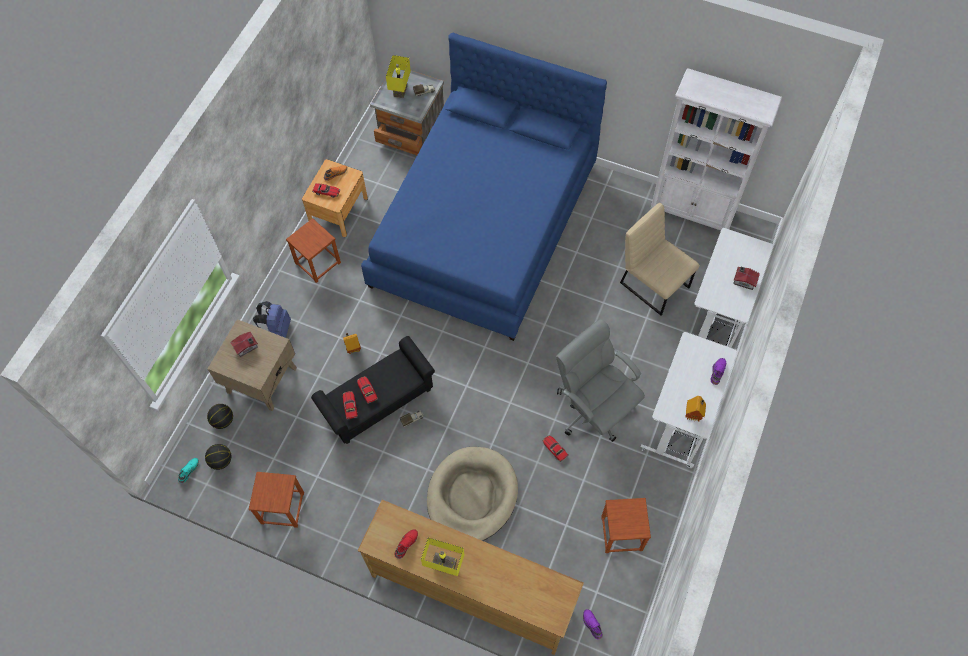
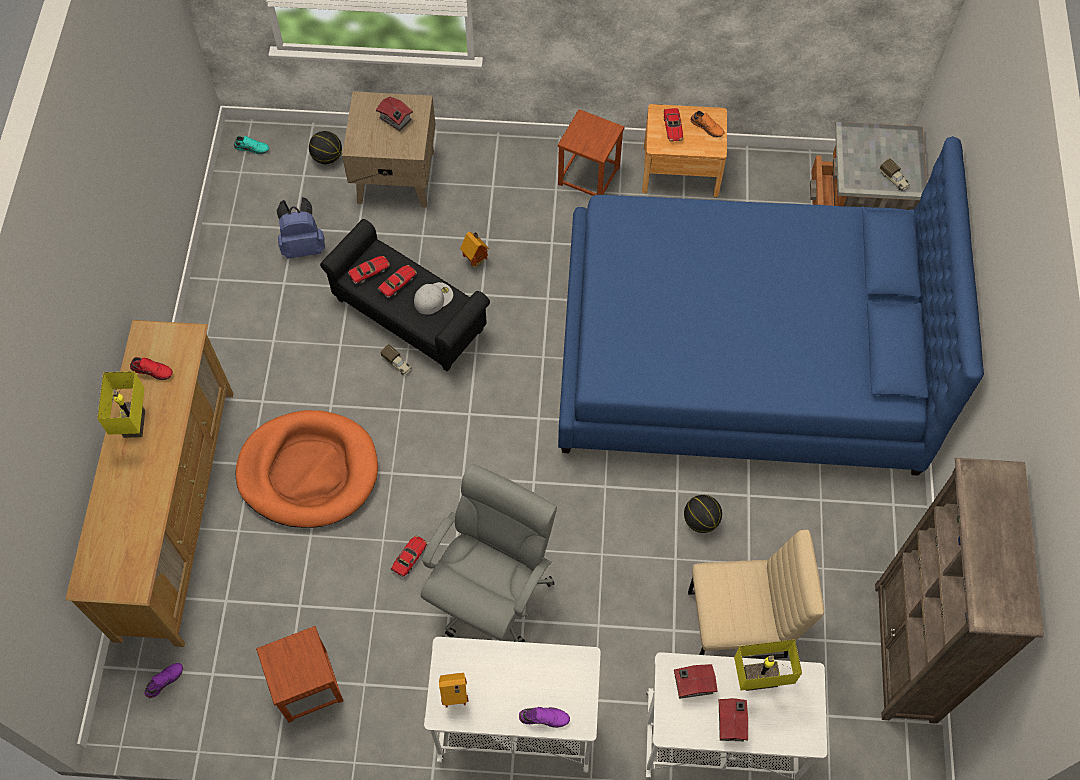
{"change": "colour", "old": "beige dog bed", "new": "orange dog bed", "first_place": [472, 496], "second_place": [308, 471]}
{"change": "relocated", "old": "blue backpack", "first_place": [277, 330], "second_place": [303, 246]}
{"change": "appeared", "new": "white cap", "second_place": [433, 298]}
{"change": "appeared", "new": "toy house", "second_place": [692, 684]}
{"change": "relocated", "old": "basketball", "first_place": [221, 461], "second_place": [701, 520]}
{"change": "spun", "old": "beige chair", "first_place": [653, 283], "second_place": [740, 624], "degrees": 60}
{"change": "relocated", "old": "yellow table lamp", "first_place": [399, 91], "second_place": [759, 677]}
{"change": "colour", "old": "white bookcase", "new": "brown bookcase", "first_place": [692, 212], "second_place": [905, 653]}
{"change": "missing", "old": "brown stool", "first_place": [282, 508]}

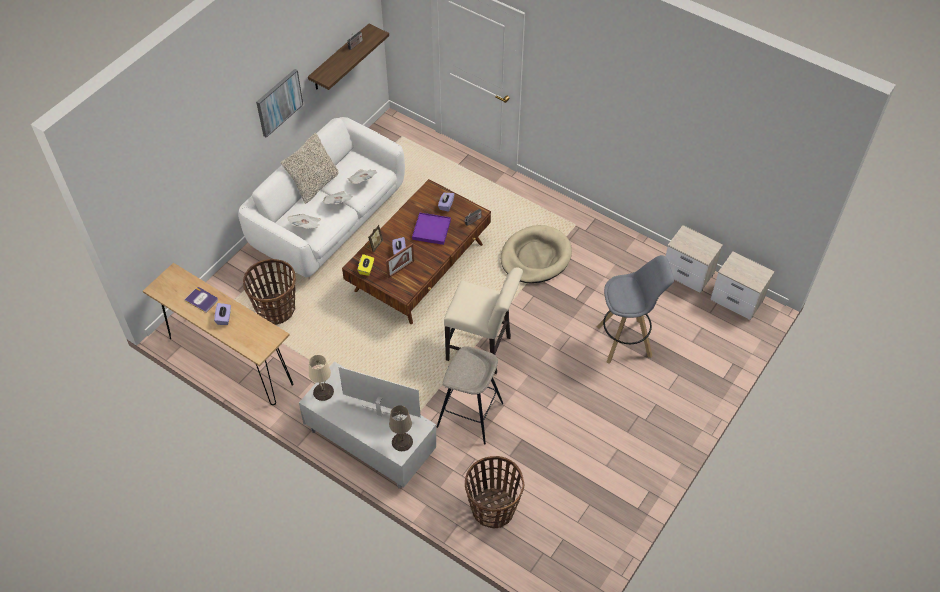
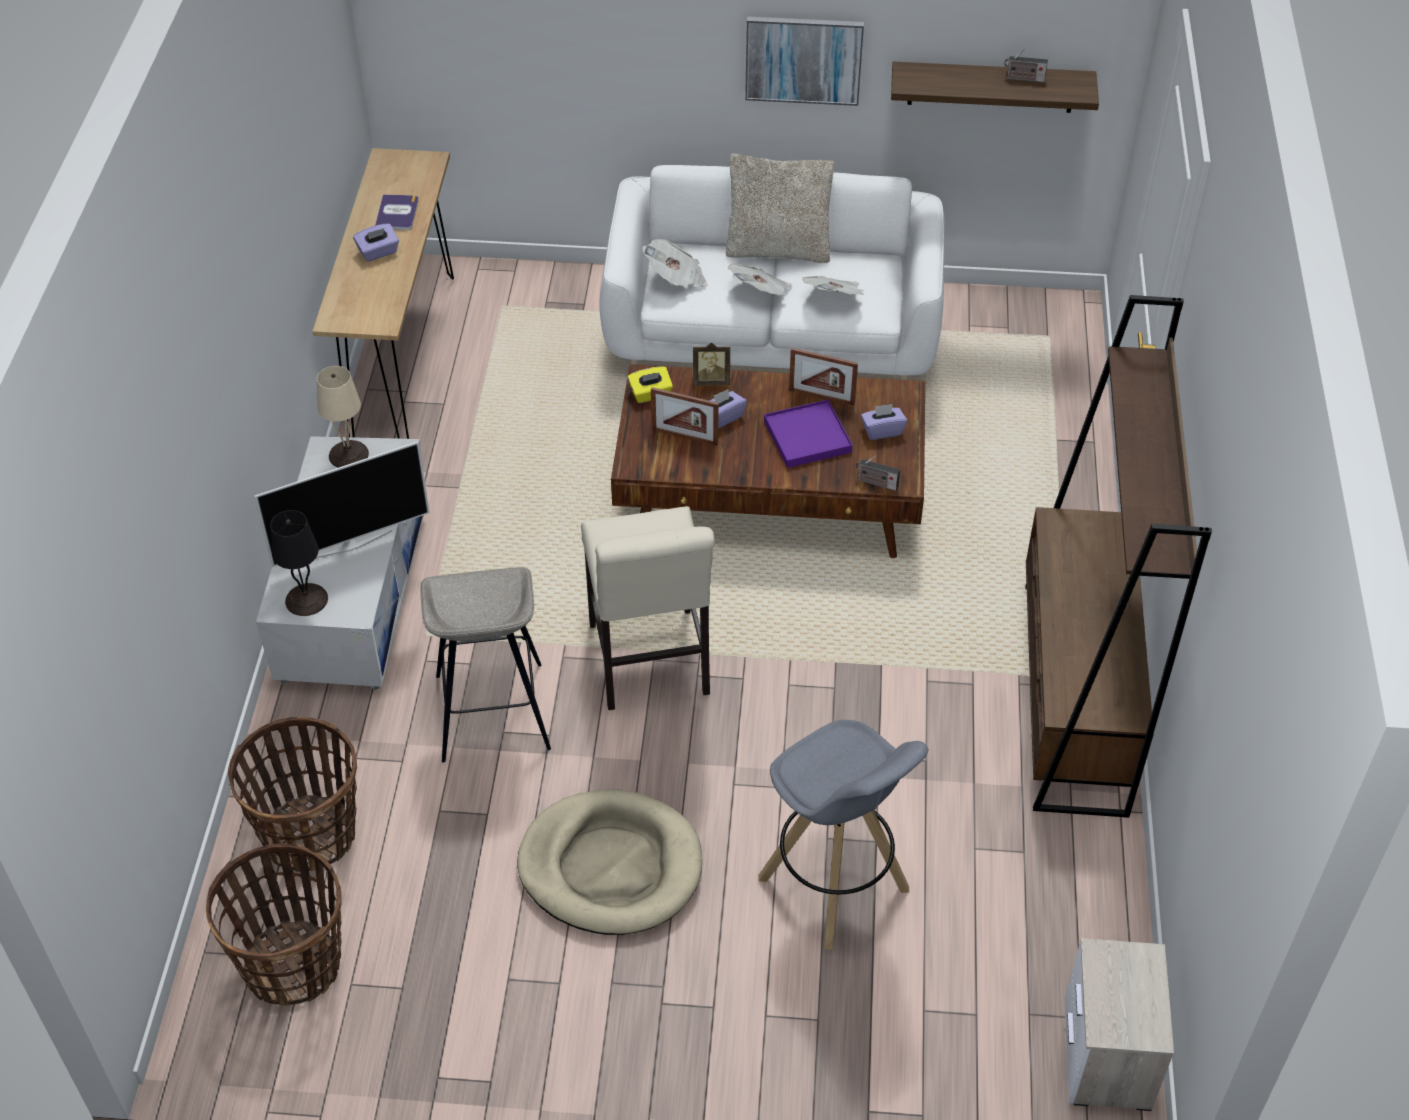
{"change": "relocated", "old": "basket", "first_place": [276, 309], "second_place": [293, 965]}
{"change": "spun", "old": "television", "first_place": [380, 412], "second_place": [351, 544], "degrees": 75}
{"change": "colour", "old": "beige table lamp", "new": "black table lamp", "first_place": [401, 442], "second_place": [306, 599]}
{"change": "relocated", "old": "beige dog bed", "first_place": [535, 257], "second_place": [611, 866]}
{"change": "appeared", "new": "picture frame", "second_place": [821, 397]}
{"change": "appeared", "new": "brown bookcase", "second_place": [1074, 697]}
{"change": "missing", "old": "nightstand", "first_place": [688, 274]}

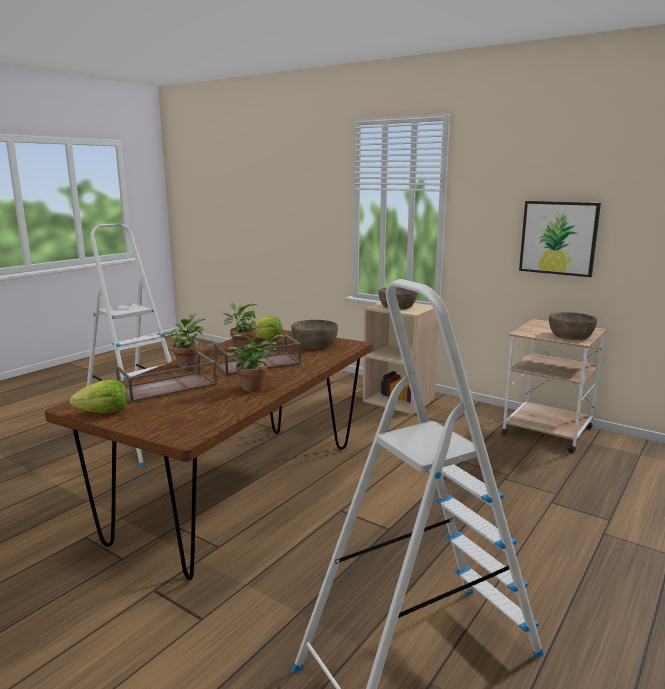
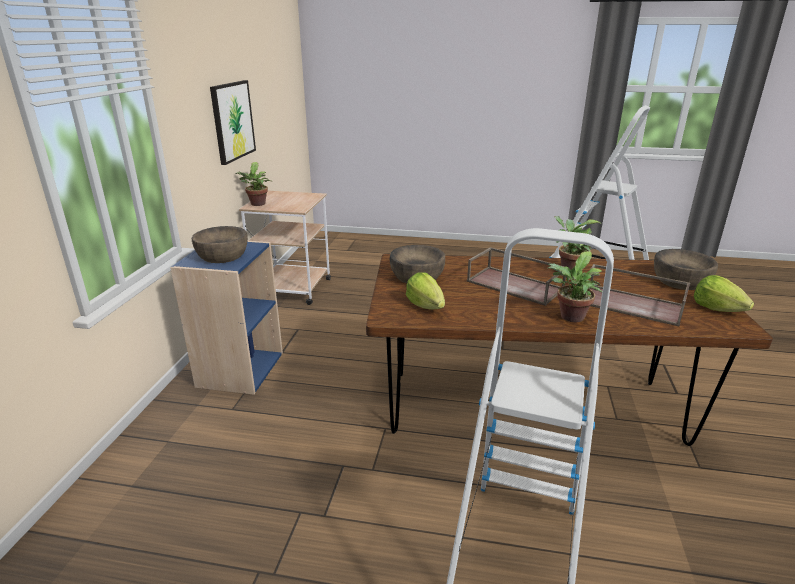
{"change": "colour", "old": "beige bookcase", "new": "blue bookcase", "first_place": [399, 400], "second_place": [240, 368]}
{"change": "relocated", "old": "potted plant", "first_place": [242, 348], "second_place": [257, 204]}
{"change": "relocated", "old": "brown bowl", "first_place": [570, 335], "second_place": [680, 281]}

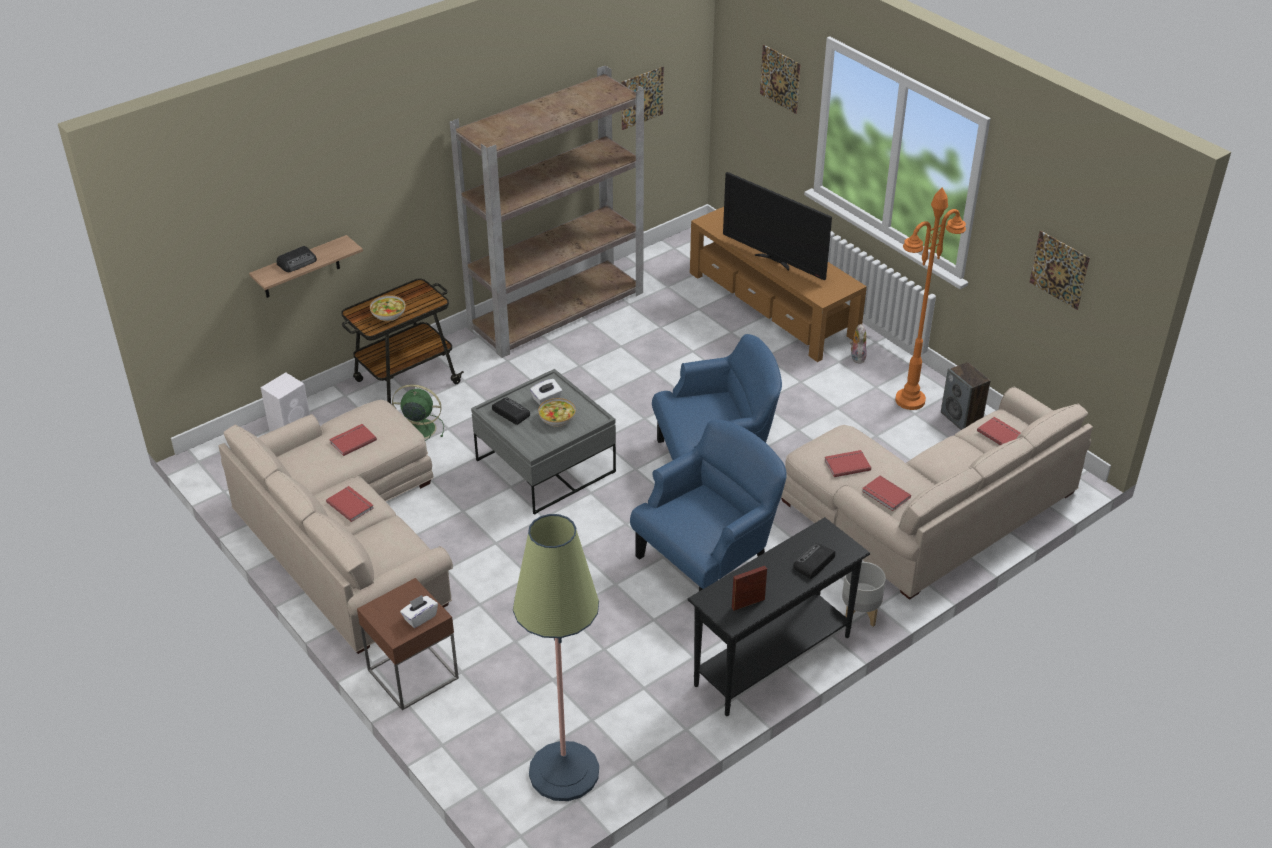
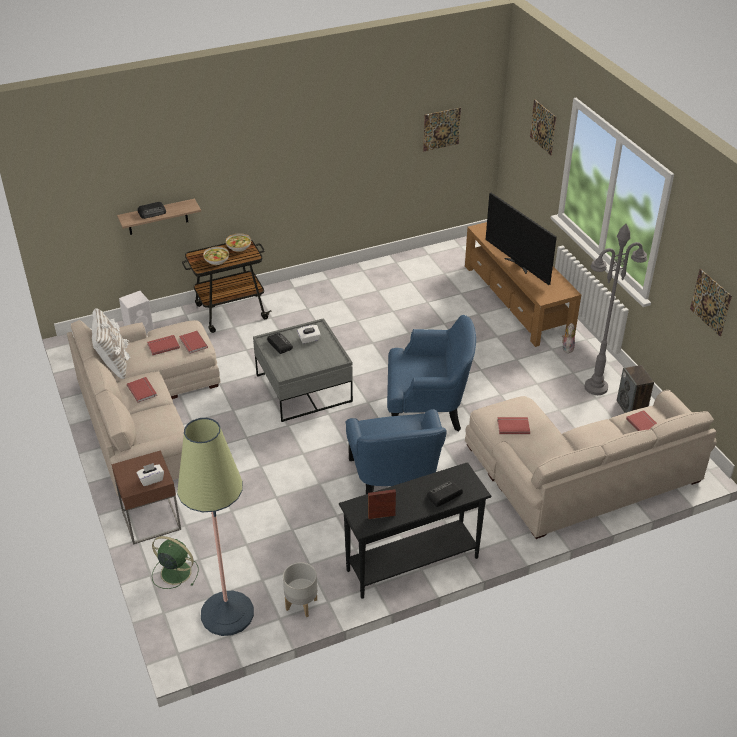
{"change": "appeared", "new": "white pillow", "second_place": [115, 363]}
{"change": "relocated", "old": "green fan", "first_place": [418, 429], "second_place": [174, 572]}
{"change": "relocated", "old": "red book", "first_place": [885, 495], "second_place": [192, 343]}
{"change": "relocated", "old": "bowl", "first_place": [557, 418], "second_place": [238, 247]}
{"change": "relocated", "old": "grey planter", "first_place": [860, 615], "second_place": [301, 604]}
{"change": "spun", "old": "blue armchair", "first_place": [708, 562], "second_place": [393, 480], "degrees": 105}
{"change": "colour", "old": "orange floor lamp", "new": "grey floor lamp", "first_place": [910, 400], "second_place": [595, 387]}
{"change": "missing", "old": "brown bookcase", "first_place": [557, 310]}

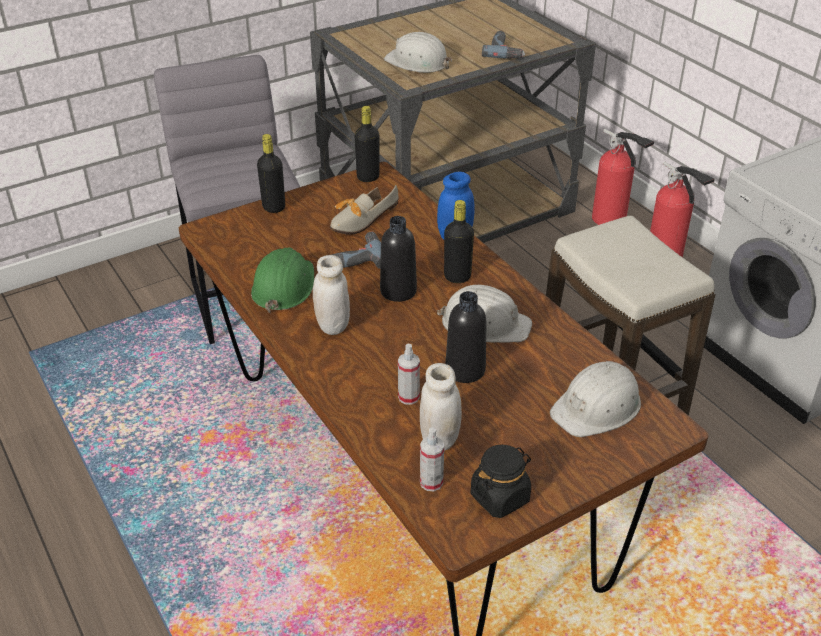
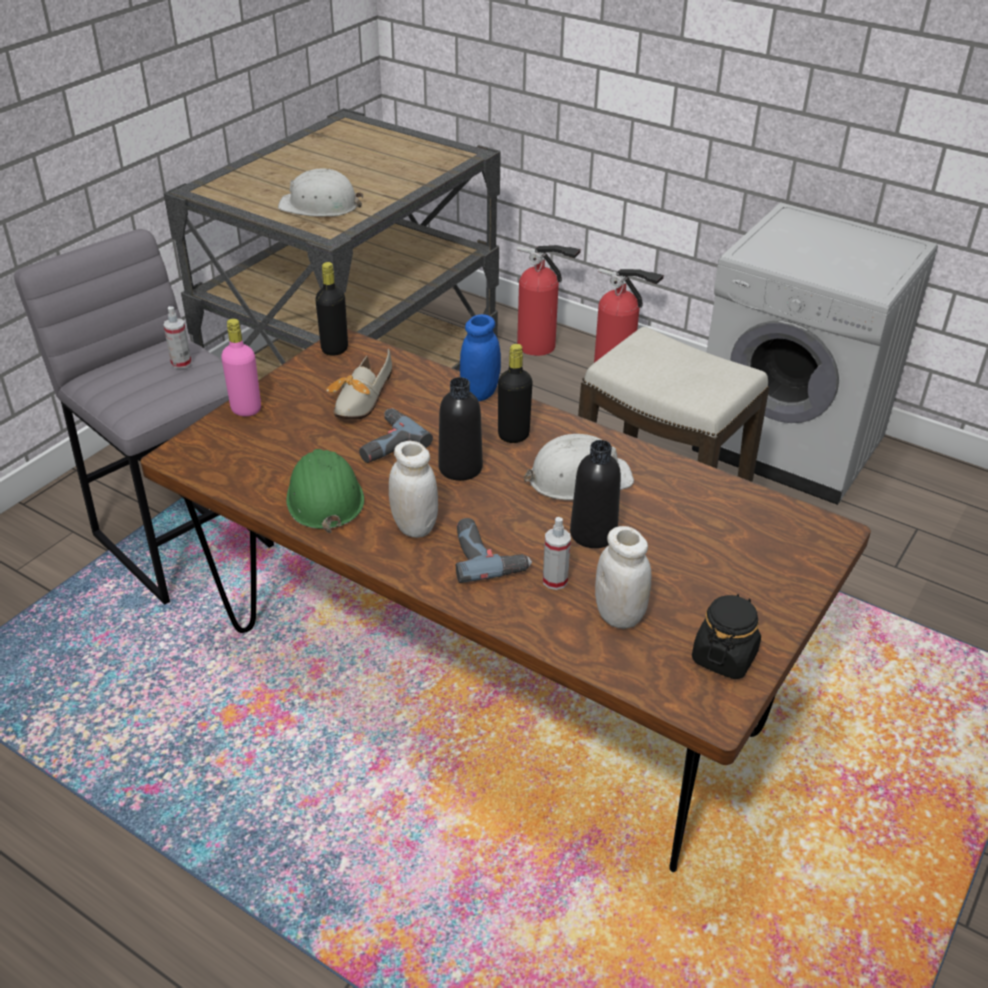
{"change": "relocated", "old": "spray bottle", "first_place": [431, 482], "second_place": [181, 363]}
{"change": "colour", "old": "black bottle", "new": "pink bottle", "first_place": [274, 207], "second_place": [246, 409]}
{"change": "relocated", "old": "power drill", "first_place": [505, 51], "second_place": [488, 555]}
{"change": "missing", "old": "white hard hat", "first_place": [597, 407]}

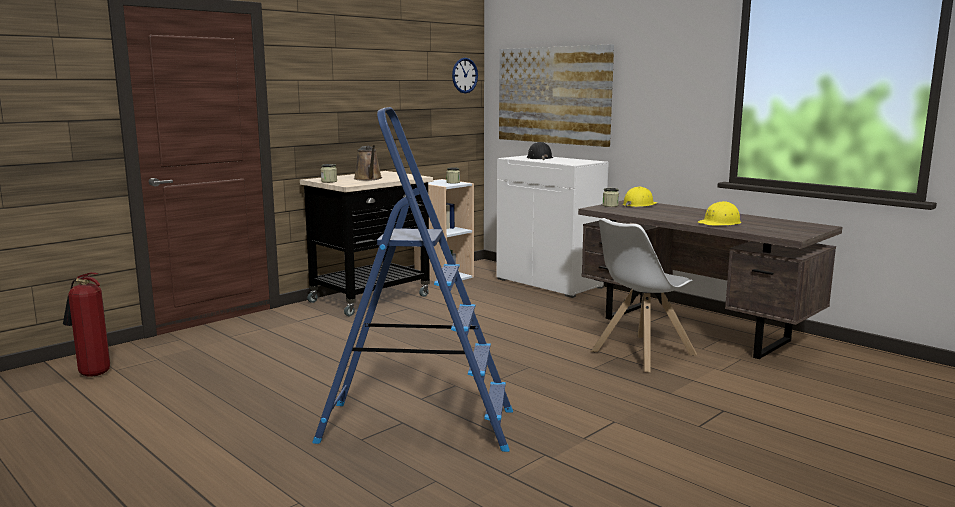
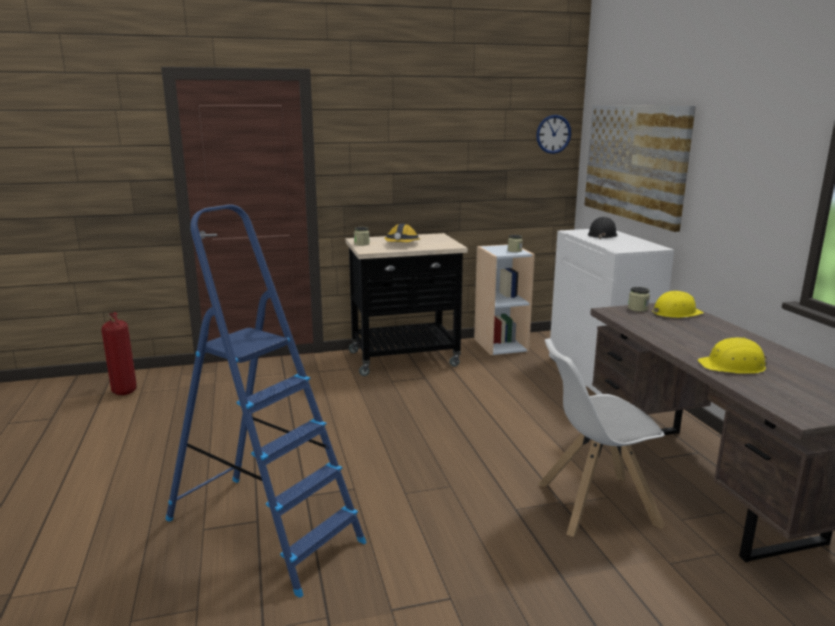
{"change": "exchanged", "old": "brown watering can", "new": "hard hat", "first_place": [368, 179], "second_place": [402, 244]}

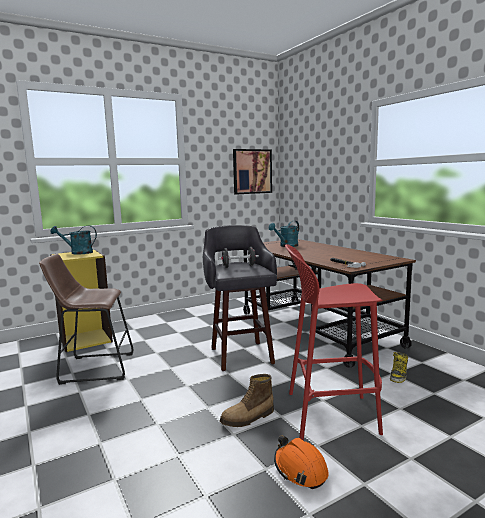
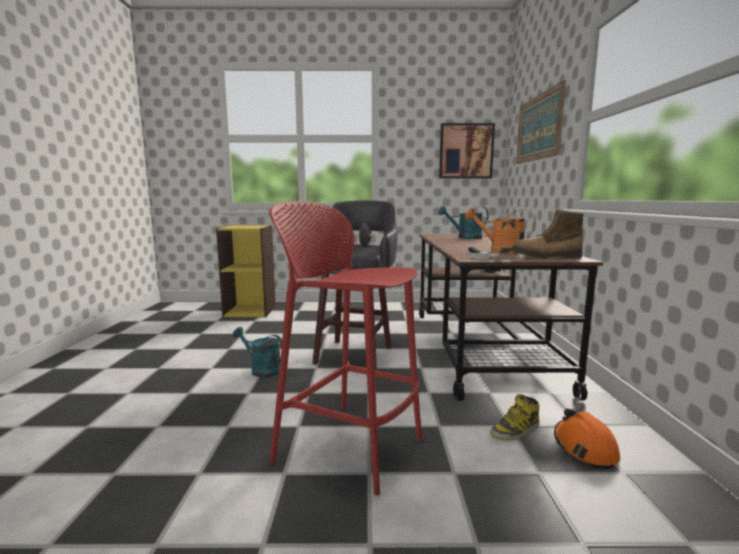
{"change": "relocated", "old": "turquoise watering can", "first_place": [77, 252], "second_place": [261, 369]}
{"change": "appeared", "new": "orange watering can", "second_place": [500, 251]}
{"change": "relocated", "old": "boot", "first_place": [248, 418], "second_place": [546, 257]}
{"change": "appeared", "new": "picture", "second_place": [539, 127]}
{"change": "relocated", "old": "orange hard hat", "first_place": [300, 469], "second_place": [584, 448]}
{"change": "missing", "old": "brown stool", "first_place": [93, 368]}

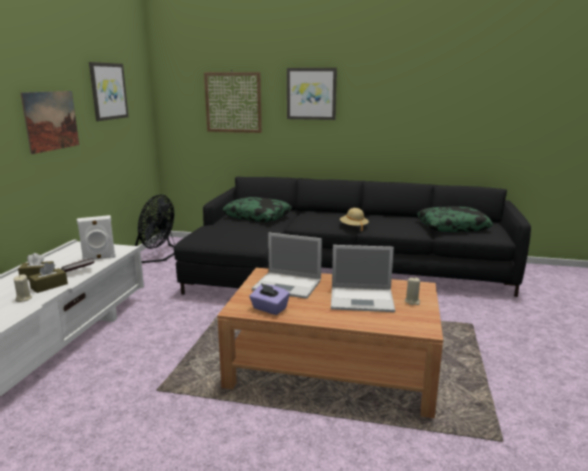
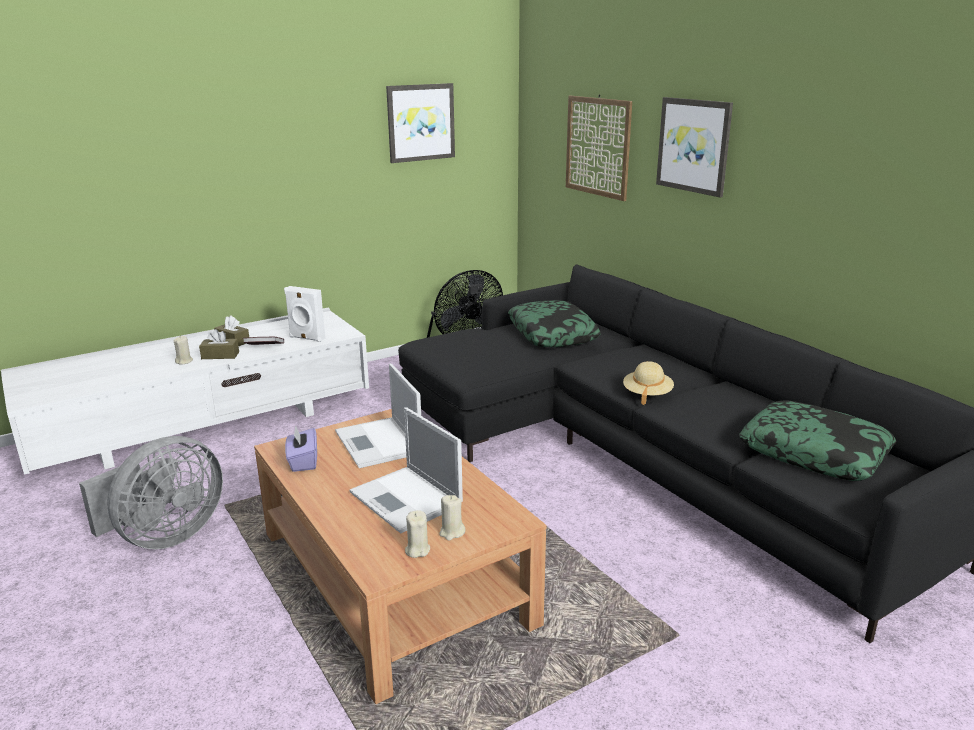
{"change": "appeared", "new": "grey fan", "second_place": [165, 536]}
{"change": "appeared", "new": "beige candle", "second_place": [417, 550]}
{"change": "missing", "old": "picture", "first_place": [51, 120]}

